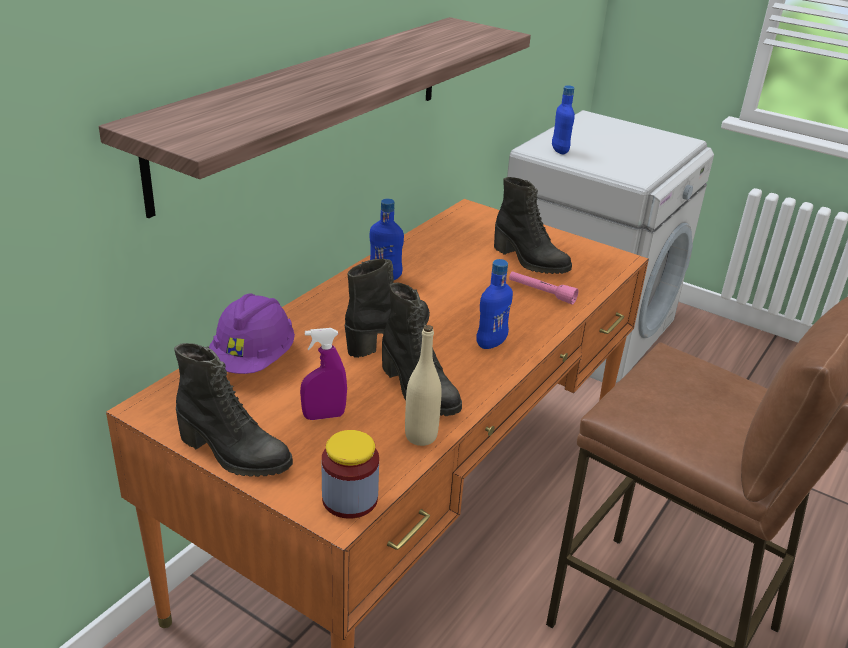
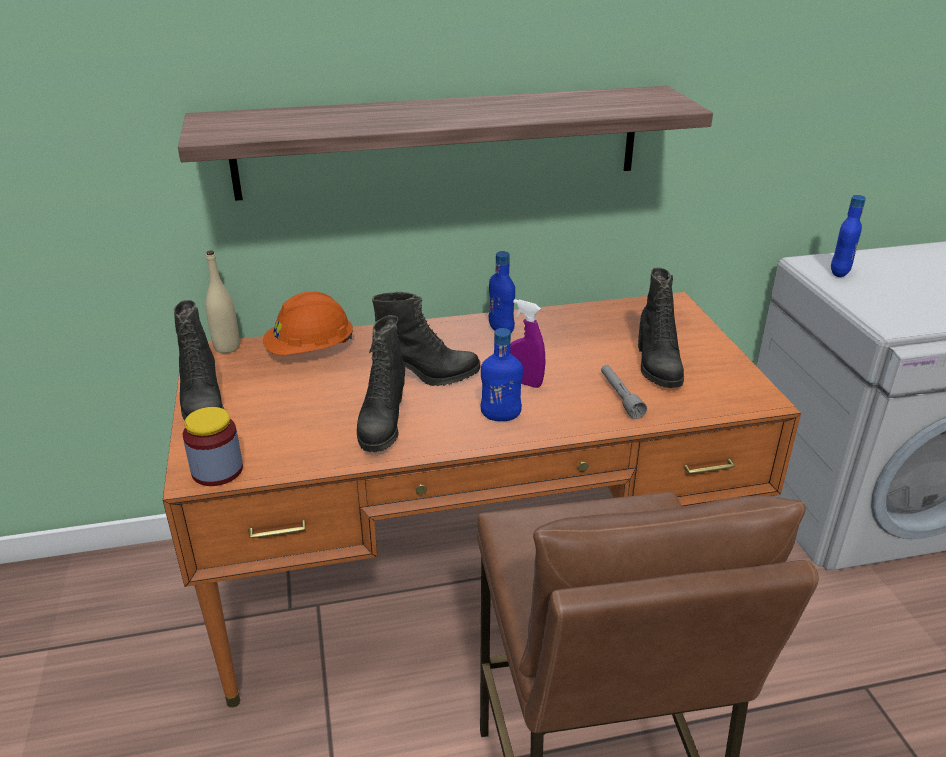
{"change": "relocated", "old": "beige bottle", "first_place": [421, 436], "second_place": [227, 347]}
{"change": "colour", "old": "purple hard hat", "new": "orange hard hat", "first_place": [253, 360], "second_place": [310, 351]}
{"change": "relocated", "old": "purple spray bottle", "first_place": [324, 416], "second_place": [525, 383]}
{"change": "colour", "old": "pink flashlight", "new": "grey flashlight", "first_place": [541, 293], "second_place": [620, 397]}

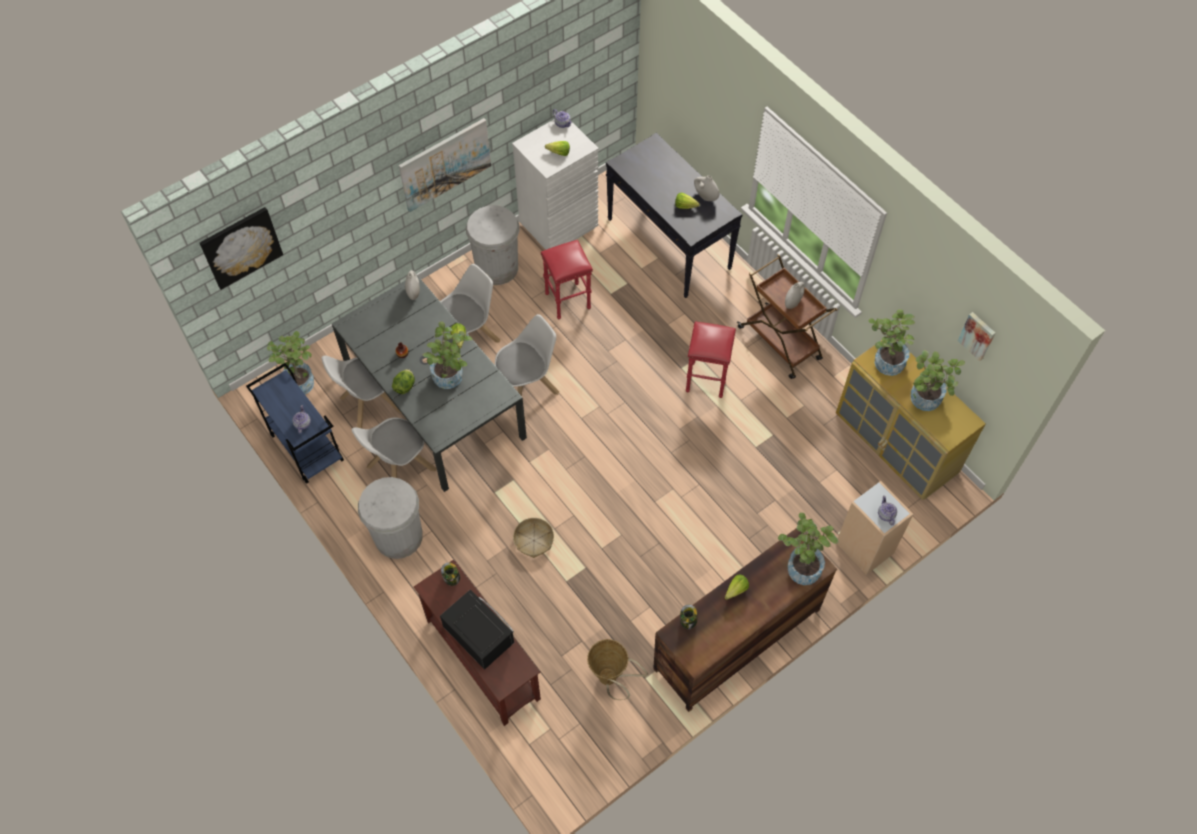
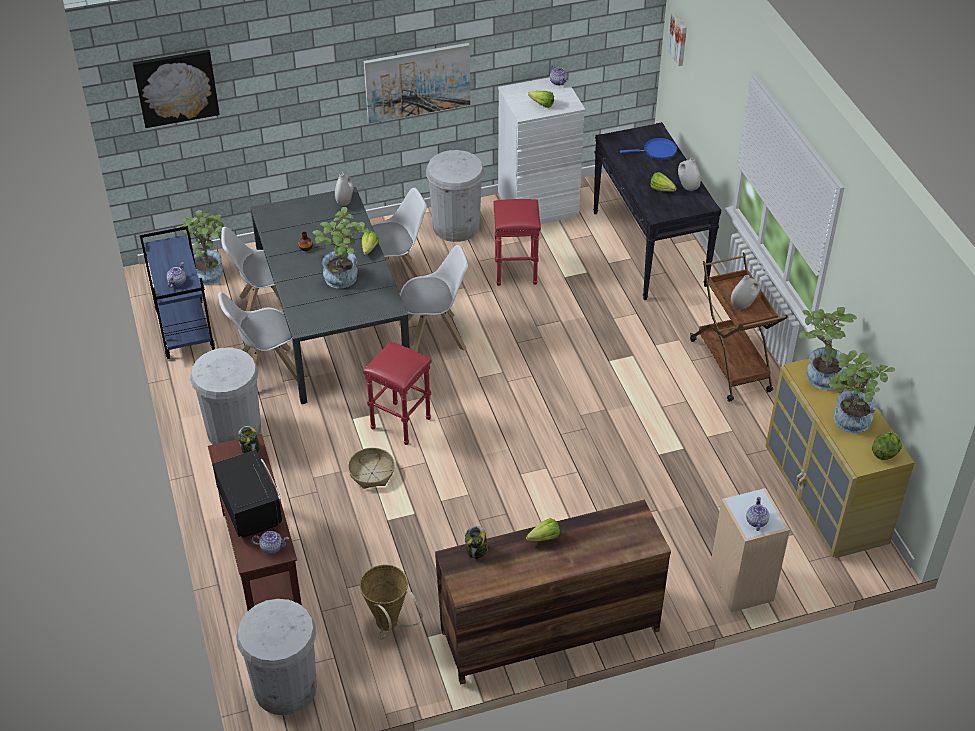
{"change": "appeared", "new": "white trash can", "second_place": [285, 687]}
{"change": "appeared", "new": "teapot", "second_place": [272, 547]}
{"change": "relocated", "old": "red stool", "first_place": [707, 379], "second_place": [402, 422]}
{"change": "appeared", "new": "blue frying pan", "second_place": [657, 151]}
{"change": "relocated", "old": "picture", "first_place": [977, 335], "second_place": [679, 39]}
{"change": "relocated", "old": "lettuce", "first_place": [405, 386], "second_place": [885, 453]}
{"change": "missing", "old": "potted plant", "first_place": [801, 565]}

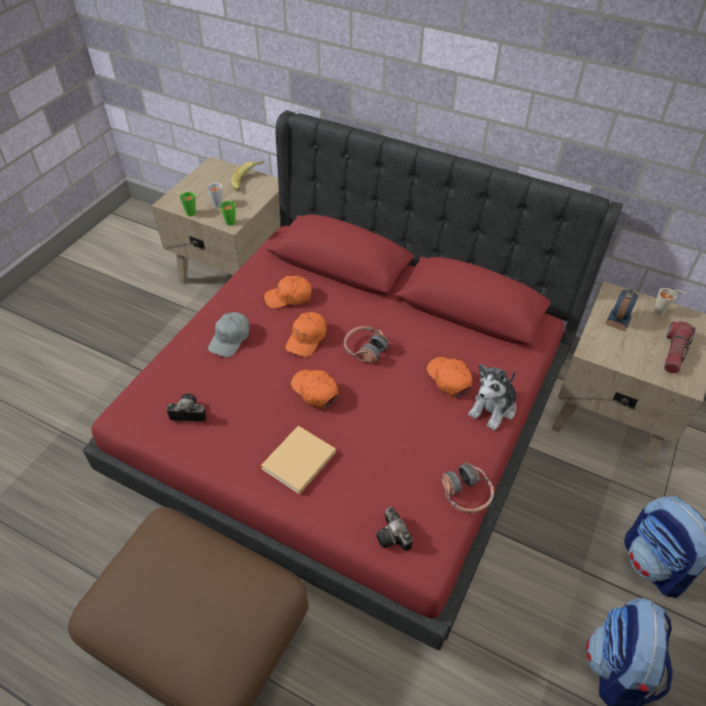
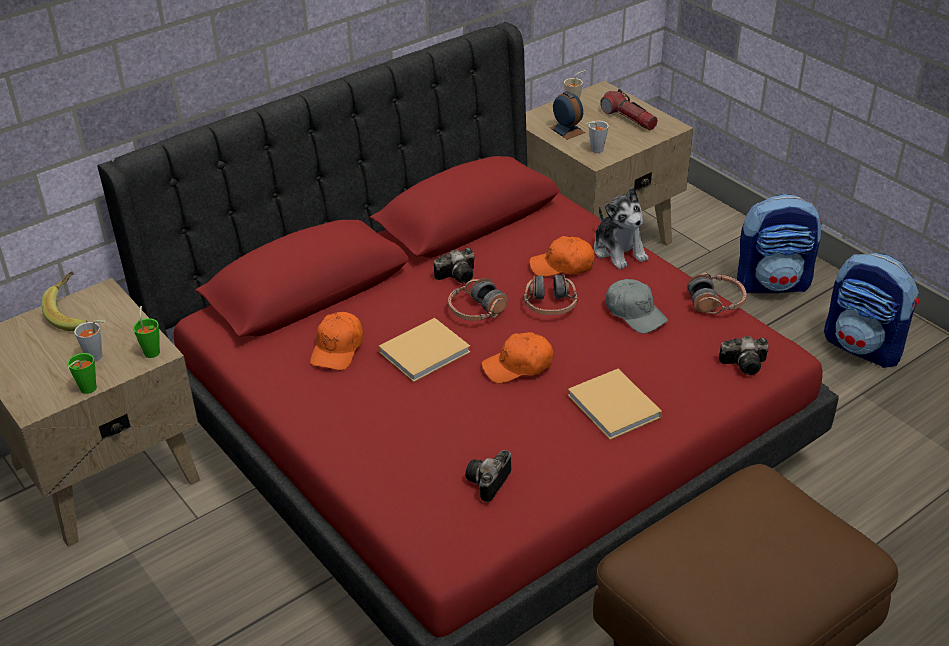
{"change": "exchanged", "old": "orange cap", "new": "beige book", "first_place": [307, 338], "second_place": [426, 351]}
{"change": "appeared", "new": "photo camera", "second_place": [459, 275]}
{"change": "appeared", "new": "headphones", "second_place": [550, 305]}
{"change": "appeared", "new": "grey cup", "second_place": [594, 150]}
{"change": "relocated", "old": "grey cap", "first_place": [230, 339], "second_place": [635, 313]}

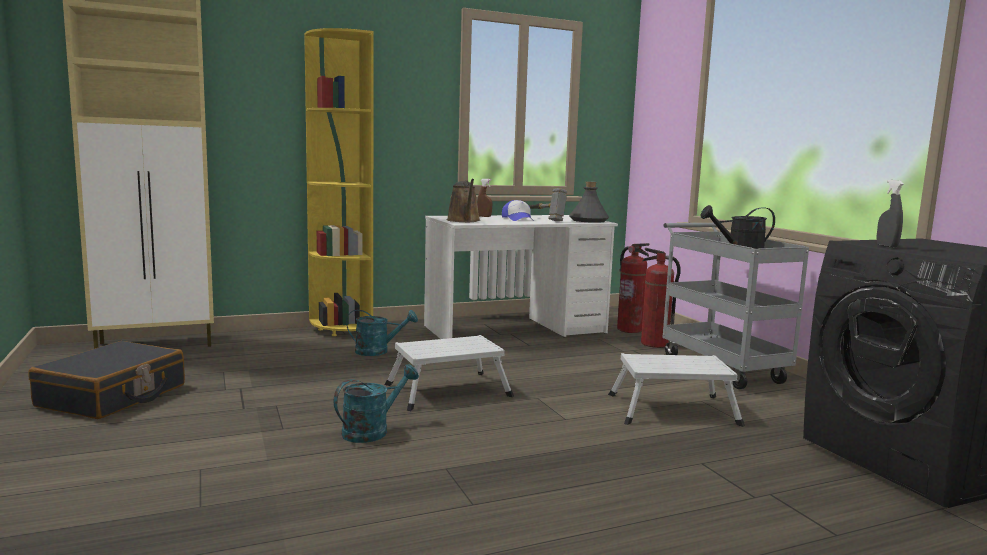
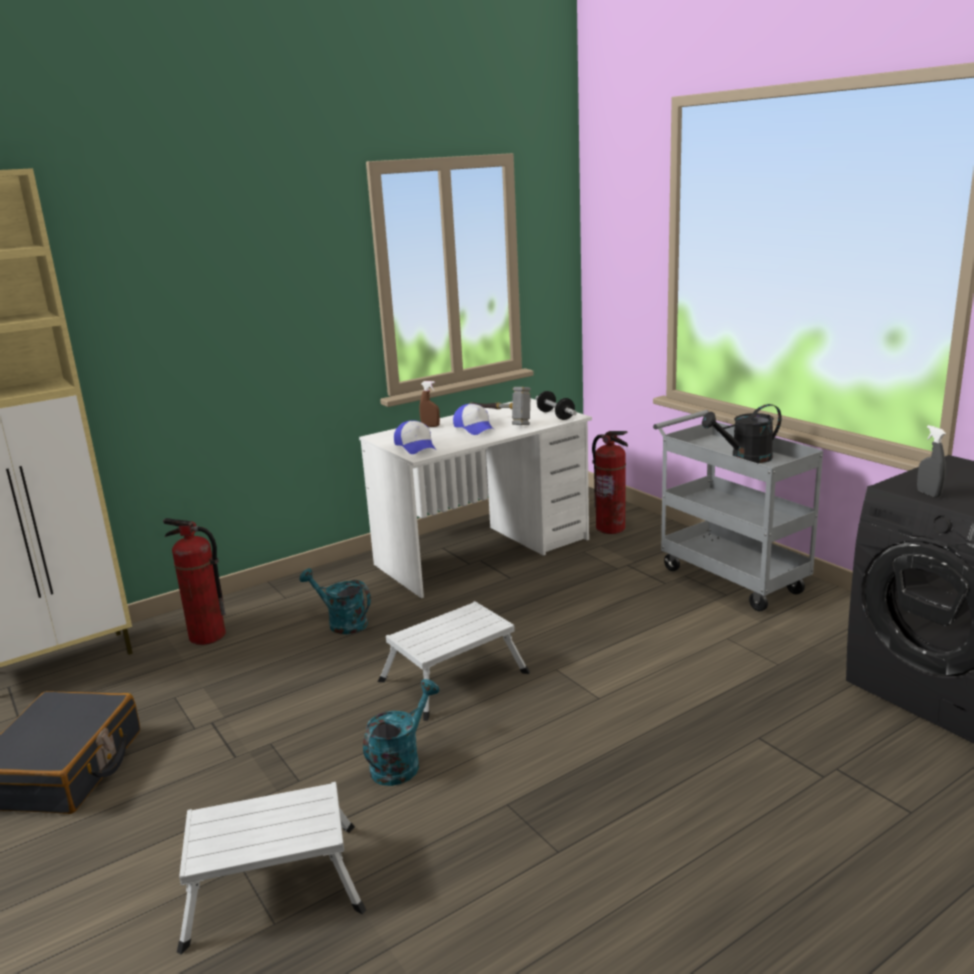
{"change": "relocated", "old": "fire extinguisher", "first_place": [654, 344], "second_place": [207, 636]}
{"change": "relocated", "old": "white step ladder", "first_place": [672, 409], "second_place": [271, 885]}
{"change": "spun", "old": "turquoise watering can", "first_place": [378, 351], "second_place": [341, 623], "degrees": -135}
{"change": "exchanged", "old": "brown watering can", "new": "cap", "first_place": [464, 221], "second_place": [416, 446]}
{"change": "exchanged", "old": "grey bottle", "new": "dumbbell", "first_place": [588, 220], "second_place": [555, 415]}
{"change": "missing", "old": "yellow bookcase", "first_place": [342, 332]}

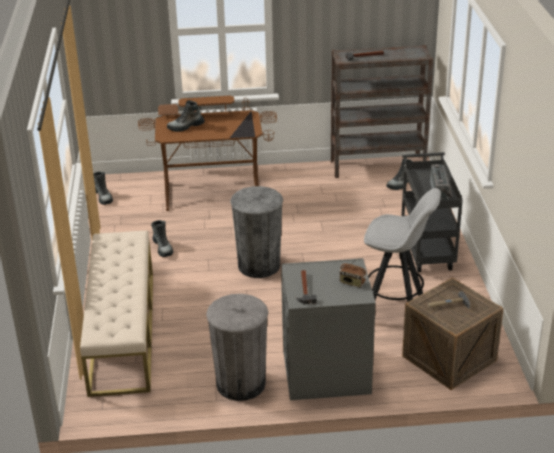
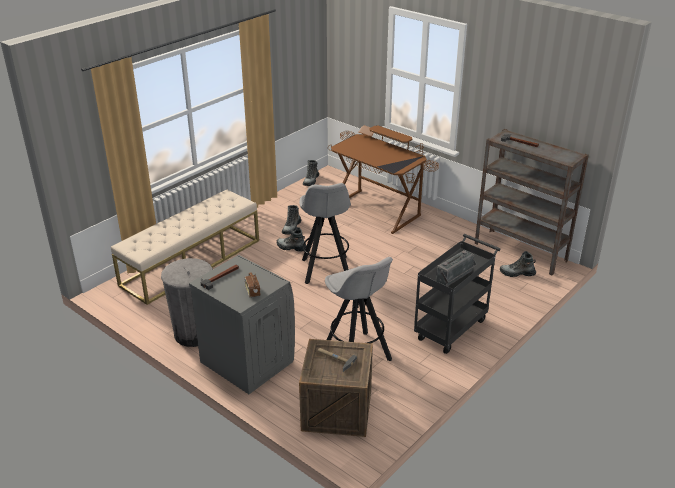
{"change": "relocated", "old": "boot", "first_place": [186, 127], "second_place": [291, 248]}
{"change": "exchanged", "old": "grey trash can", "new": "grey stool", "first_place": [259, 265], "second_place": [326, 271]}

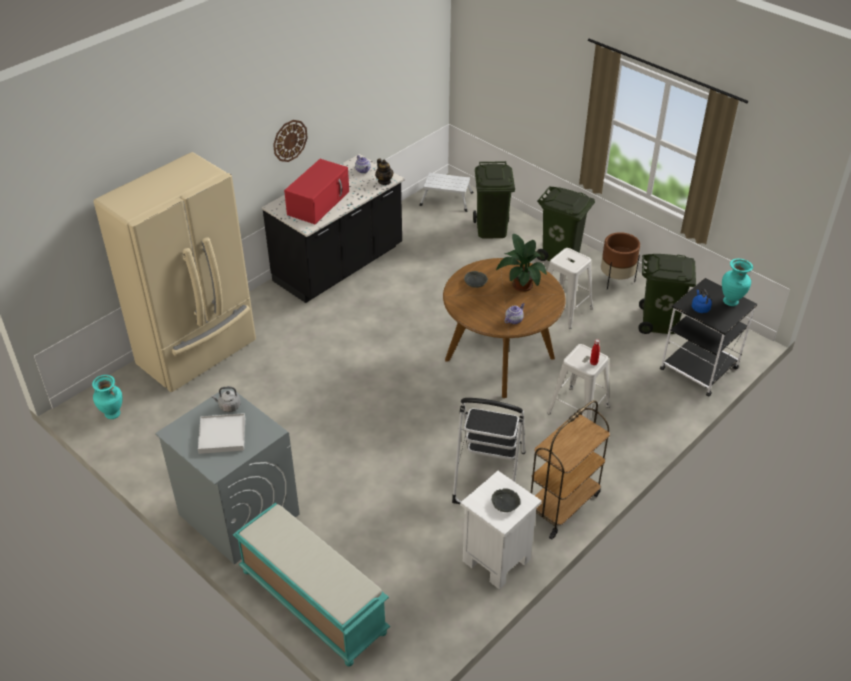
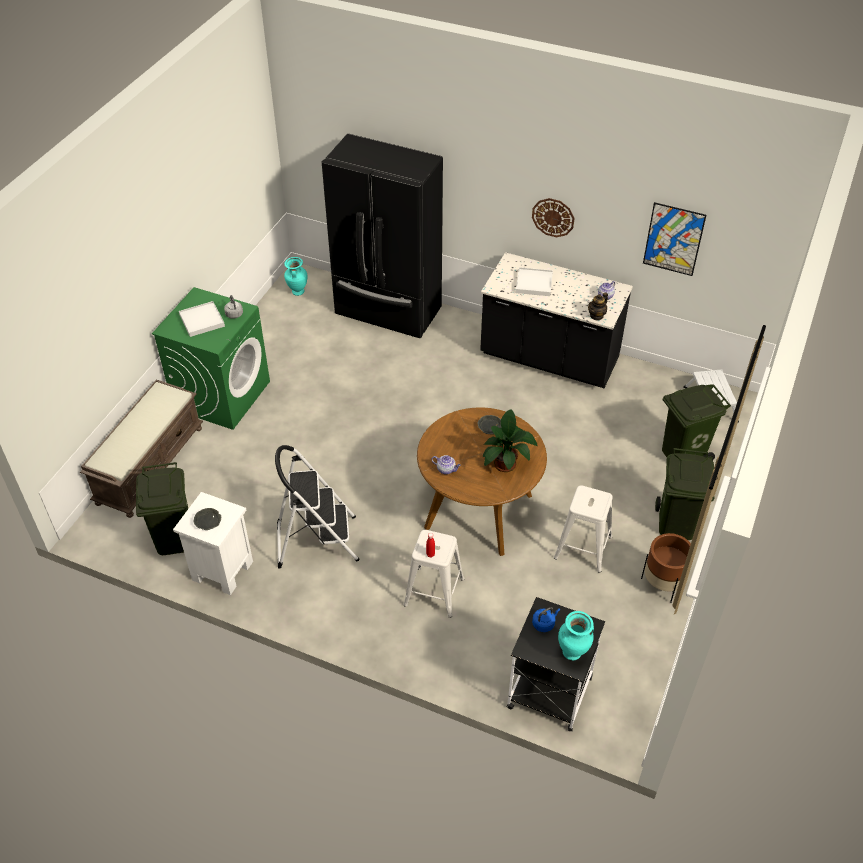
{"change": "colour", "old": "turquoise bench", "new": "brown bench", "first_place": [311, 601], "second_place": [150, 464]}
{"change": "relocated", "old": "green trash can", "first_place": [659, 323], "second_place": [173, 538]}
{"change": "colour", "old": "grey washing machine", "new": "green washing machine", "first_place": [238, 514], "second_place": [222, 395]}
{"change": "colour", "old": "beige fridge", "new": "black fridge", "first_place": [200, 353], "second_place": [386, 312]}
{"change": "exchanged", "old": "red microwave", "new": "white tray", "first_place": [318, 202], "second_place": [534, 283]}
{"change": "appeared", "new": "picture", "second_place": [673, 239]}
{"change": "missing", "old": "brown cart", "first_place": [563, 505]}

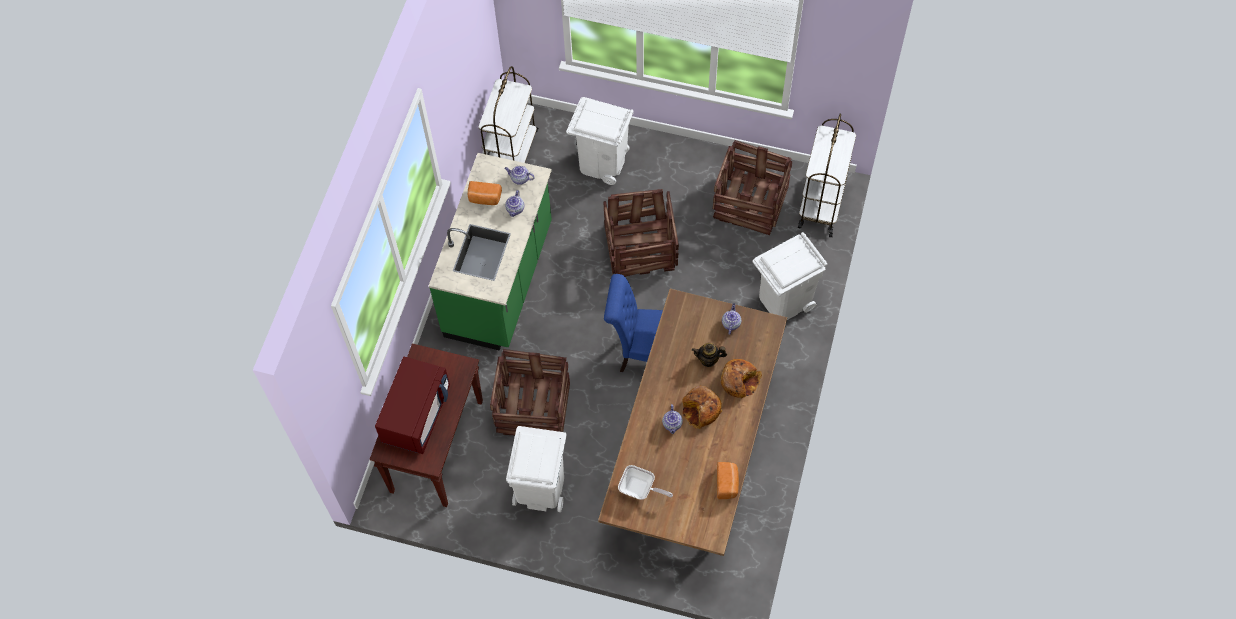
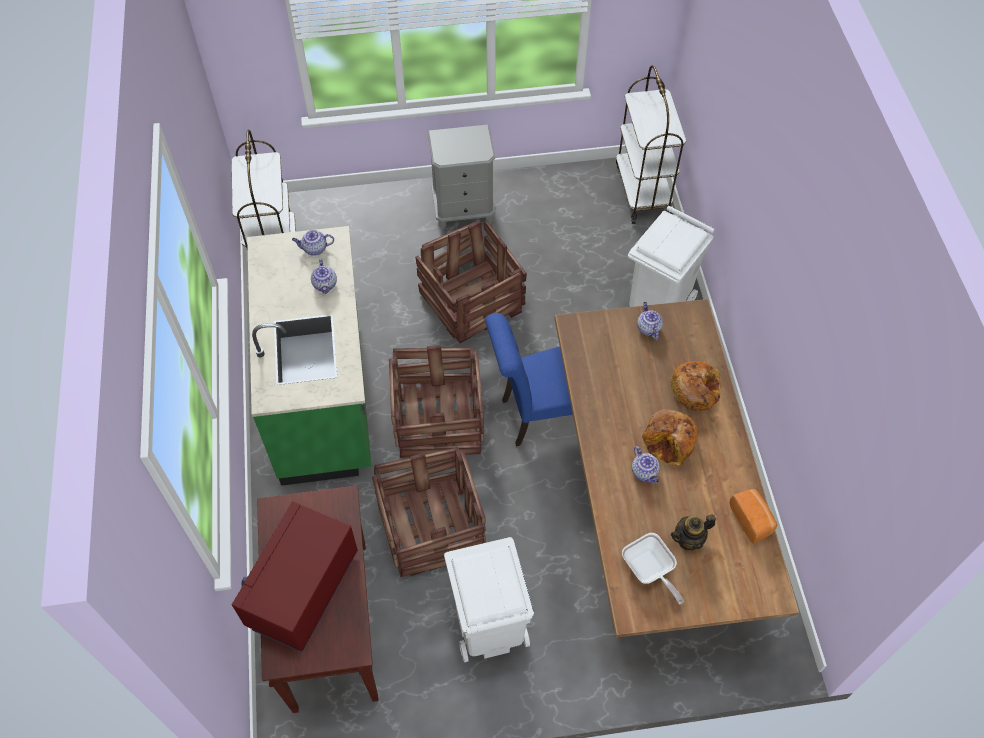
{"change": "spun", "old": "red microwave", "first_place": [416, 414], "second_place": [303, 590], "degrees": -150}
{"change": "relocated", "old": "crate", "first_place": [749, 203], "second_place": [438, 421]}
{"change": "appeared", "new": "grey nightstand", "second_place": [463, 210]}
{"change": "spun", "old": "frying pan", "first_place": [640, 489], "second_place": [649, 571], "degrees": 60}
{"change": "relocated", "old": "teapot", "first_place": [708, 360], "second_place": [689, 539]}
{"change": "missing", "old": "bread", "first_place": [484, 198]}
{"change": "missing", "old": "white trash can", "first_place": [602, 163]}

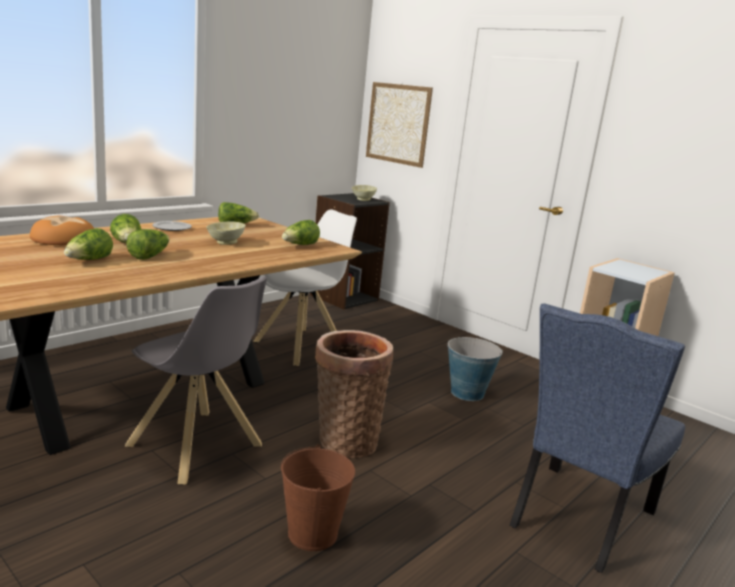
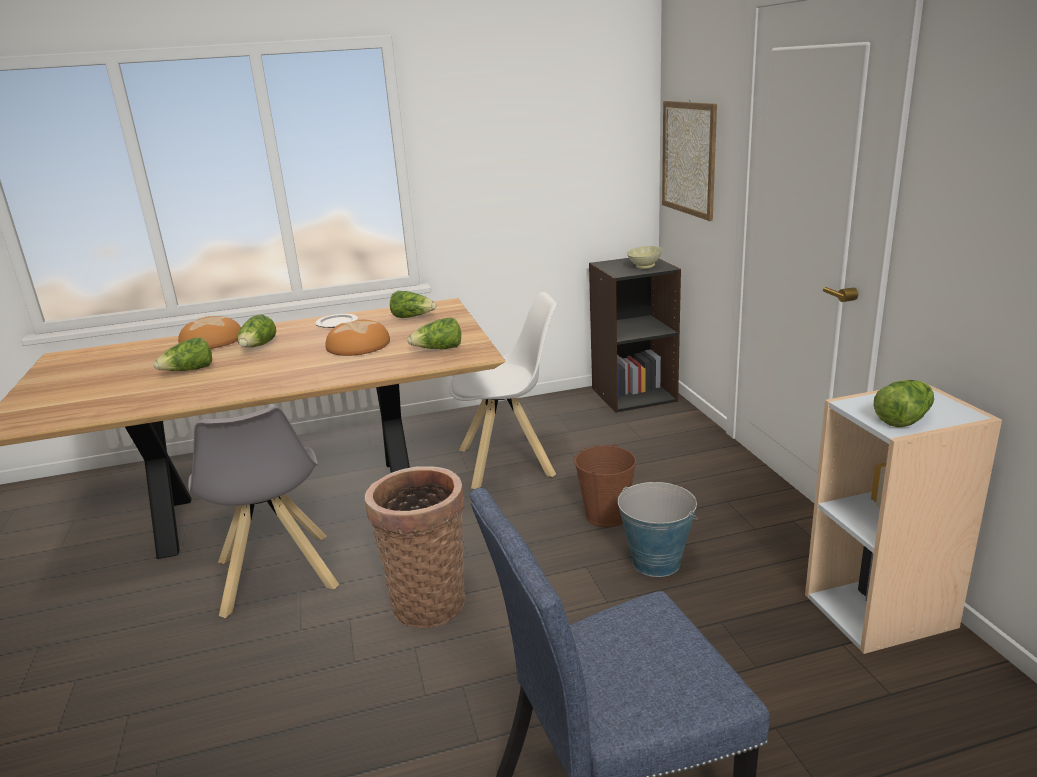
{"change": "exchanged", "old": "beige bowl", "new": "bread", "first_place": [225, 243], "second_place": [358, 345]}
{"change": "relocated", "old": "brown bucket", "first_place": [313, 533], "second_place": [606, 515]}
{"change": "relocated", "old": "lettuce", "first_place": [149, 256], "second_place": [903, 418]}

